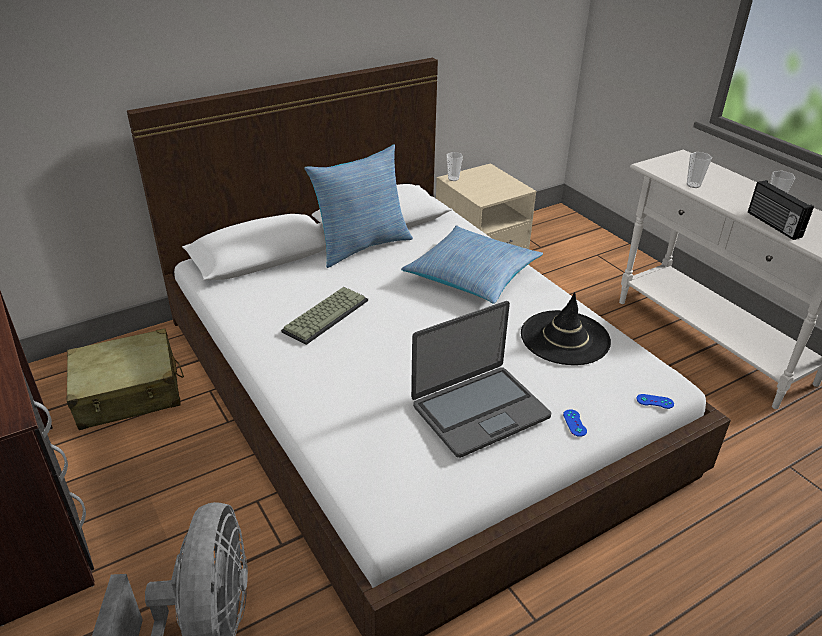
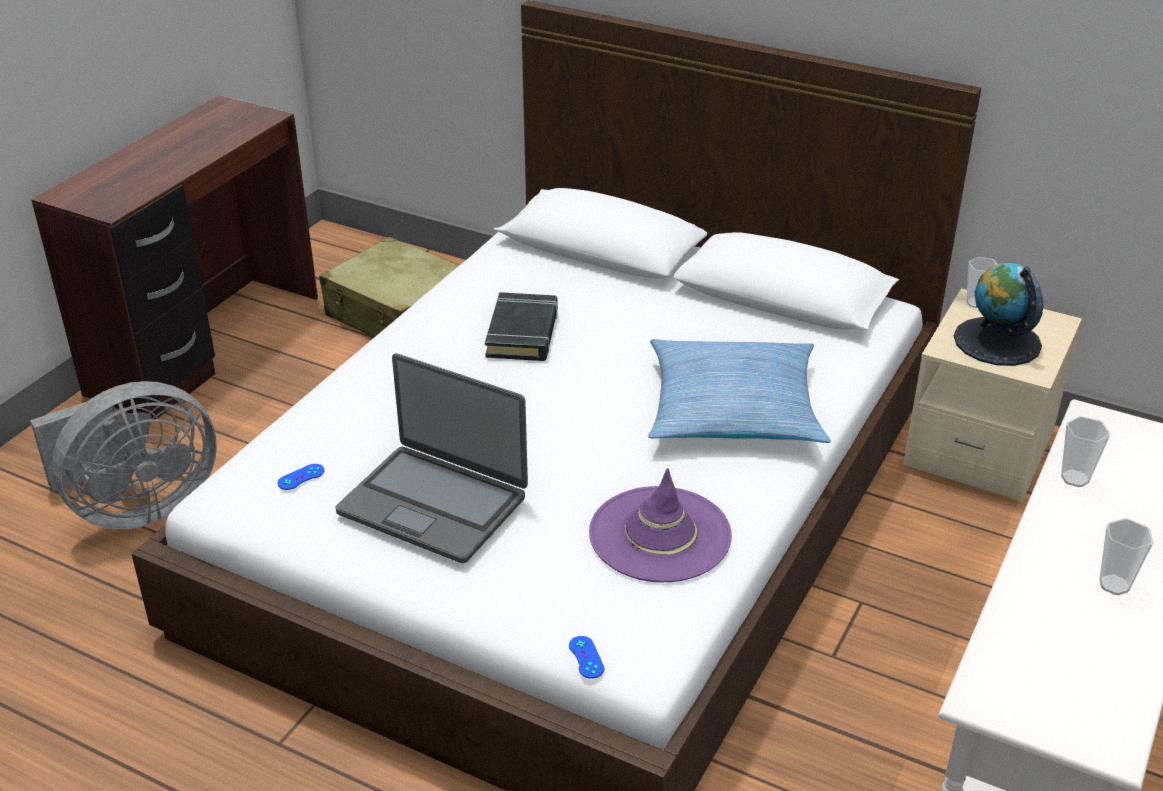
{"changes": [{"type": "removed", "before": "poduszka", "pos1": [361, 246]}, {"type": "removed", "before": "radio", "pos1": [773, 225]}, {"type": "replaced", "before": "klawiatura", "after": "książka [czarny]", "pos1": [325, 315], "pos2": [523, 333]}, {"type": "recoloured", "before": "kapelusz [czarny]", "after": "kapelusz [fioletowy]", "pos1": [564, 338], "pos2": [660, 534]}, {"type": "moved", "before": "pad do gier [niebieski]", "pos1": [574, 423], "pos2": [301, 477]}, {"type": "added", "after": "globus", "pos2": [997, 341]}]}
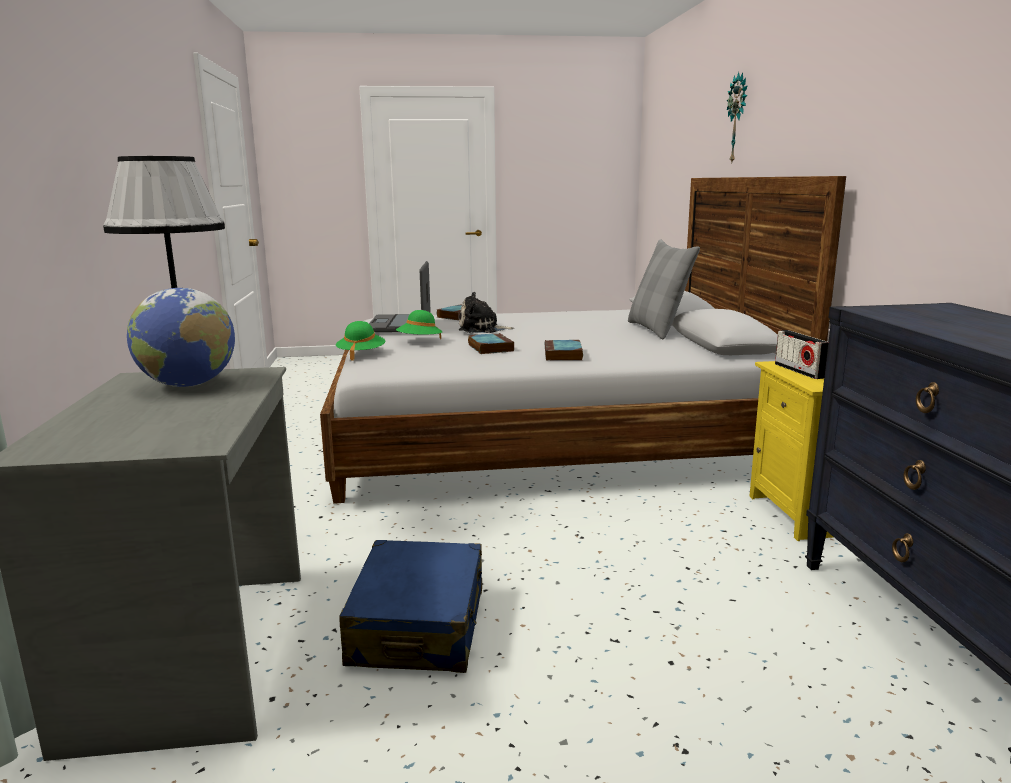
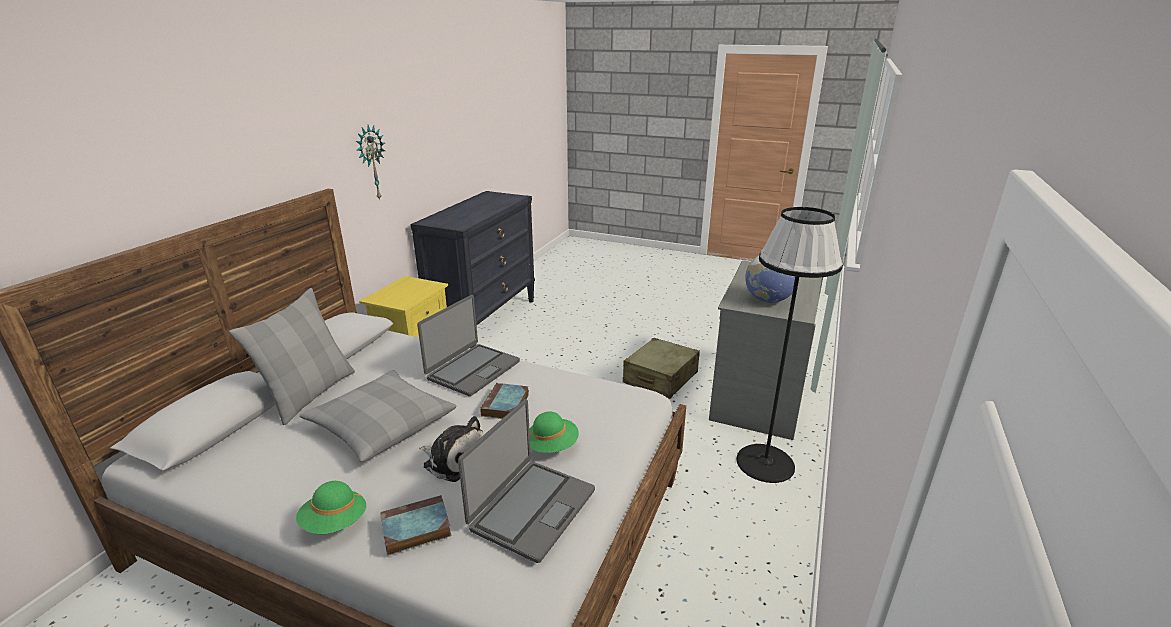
{"changes": [{"type": "moved", "before": "zegar ścienny", "pos1": [738, 118], "pos2": [371, 163]}, {"type": "moved", "before": "kapelusz [zielony]", "pos1": [361, 355], "pos2": [335, 523]}, {"type": "removed", "before": "radio", "pos1": [799, 371]}, {"type": "replaced", "before": "książka", "after": "laptop", "pos1": [563, 355], "pos2": [472, 370]}, {"type": "recoloured", "before": "walizka [niebieski]", "after": "walizka [beżowy]", "pos1": [418, 626], "pos2": [660, 378]}, {"type": "added", "after": "poduszka [szary]", "pos2": [381, 425]}]}
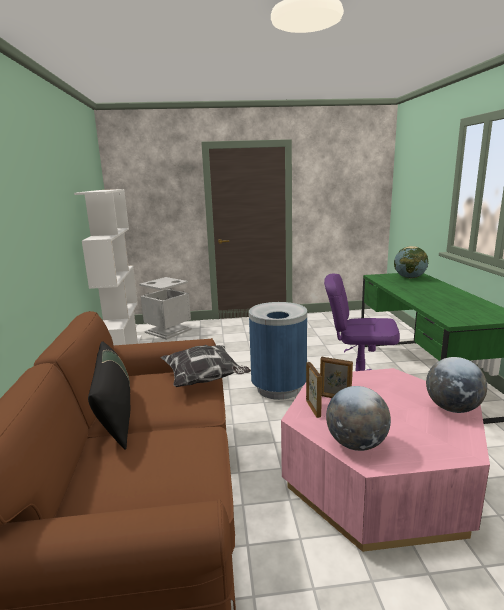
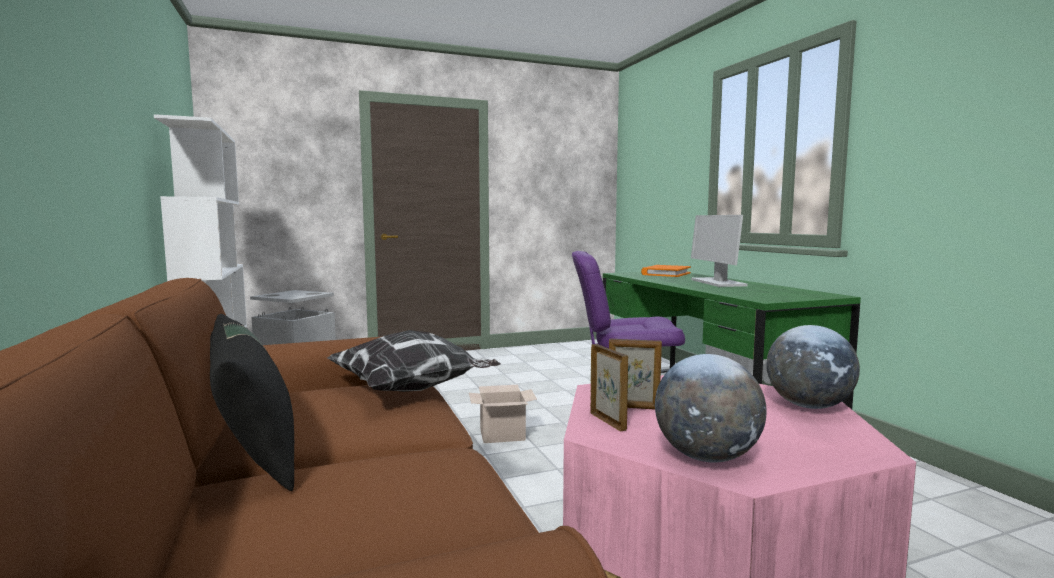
{"changes": [{"type": "replaced", "before": "globus", "after": "książka [pomarańczowy]", "pos1": [409, 277], "pos2": [666, 274]}, {"type": "replaced", "before": "kosz na śmieci [niebieski]", "after": "karton", "pos1": [279, 388], "pos2": [503, 434]}, {"type": "added", "after": "monitor", "pos2": [717, 282]}]}
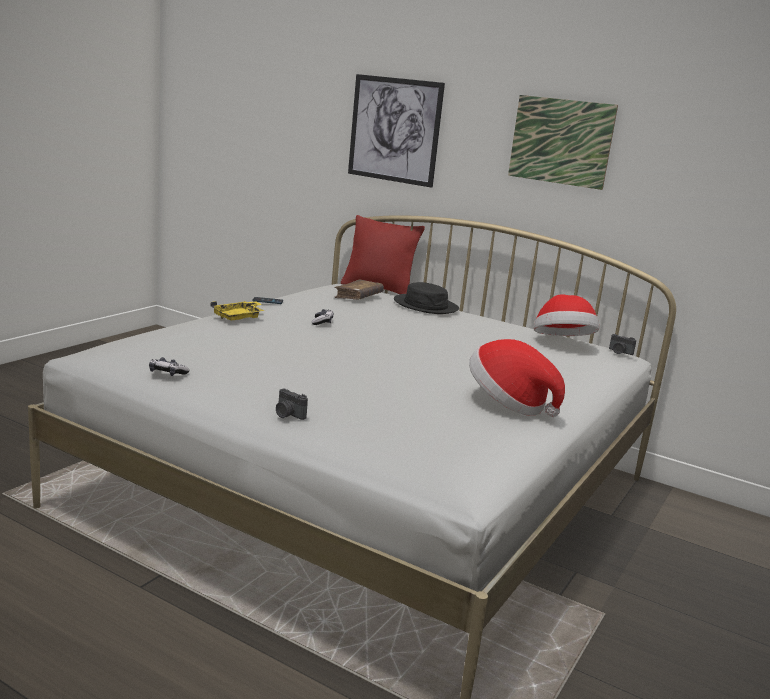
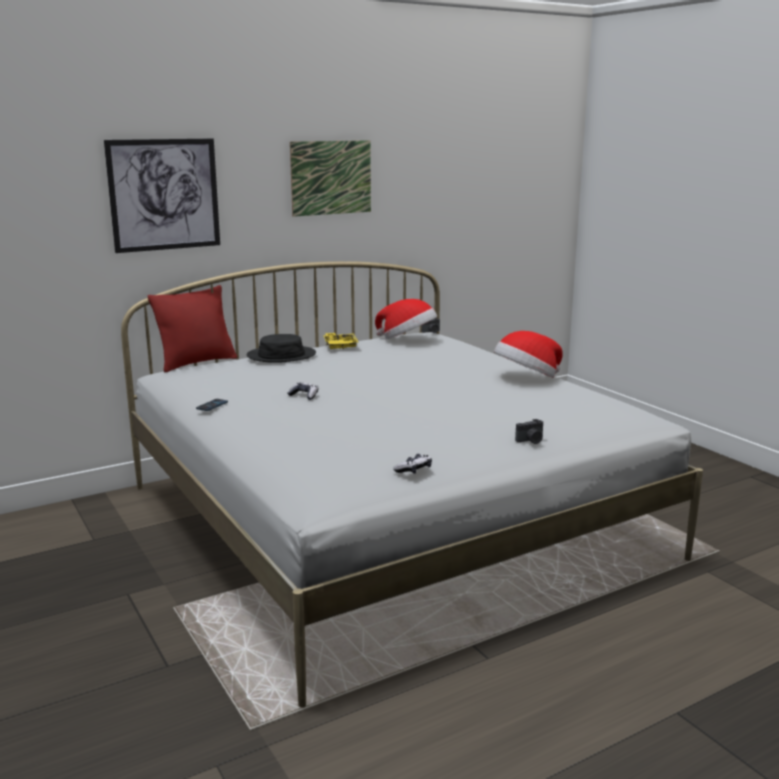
{"changes": [{"type": "removed", "before": "książka [brązowy]", "pos1": [358, 297]}, {"type": "moved", "before": "taca [żółty]", "pos1": [239, 317], "pos2": [340, 346]}]}
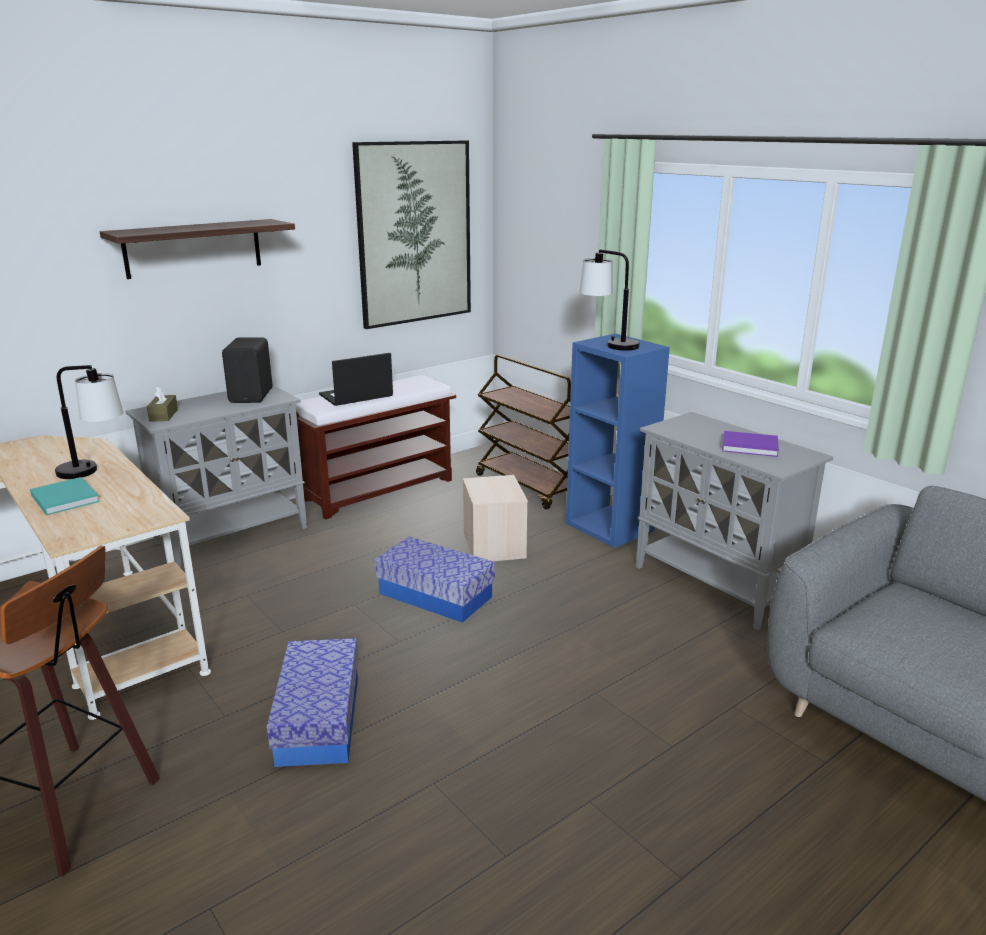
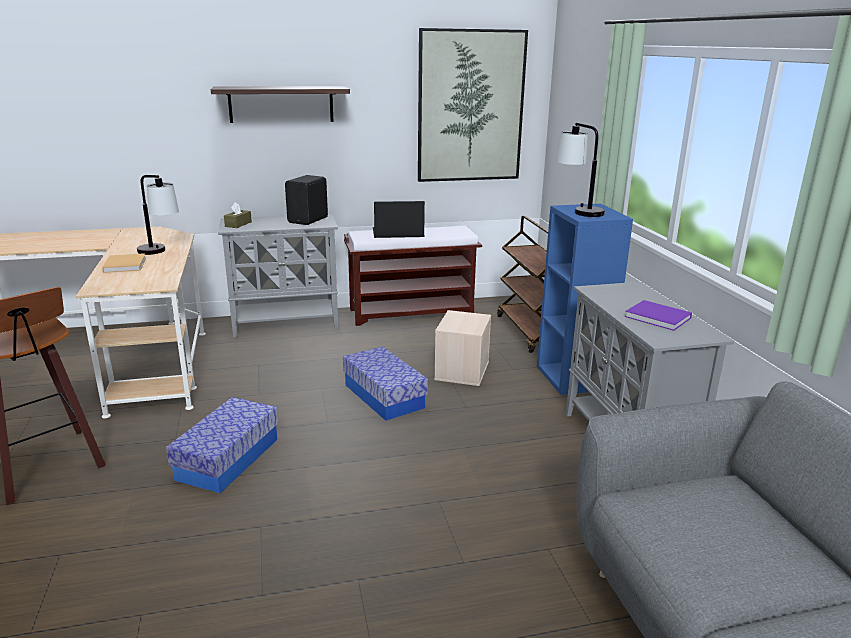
{"changes": [{"type": "recoloured", "before": "książka [turkusowy]", "after": "książka [beżowy]", "pos1": [64, 498], "pos2": [125, 264]}]}
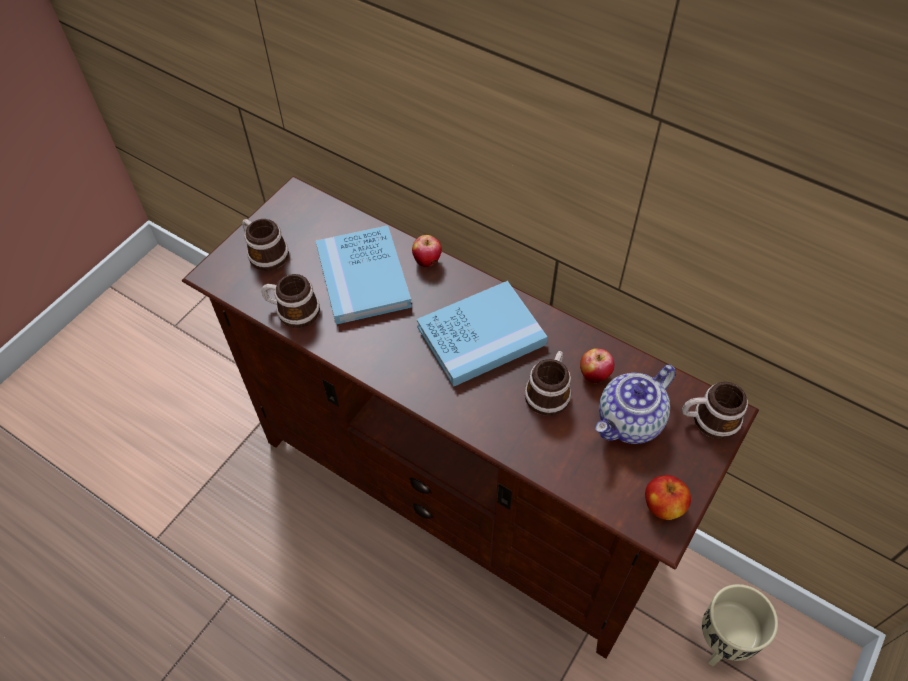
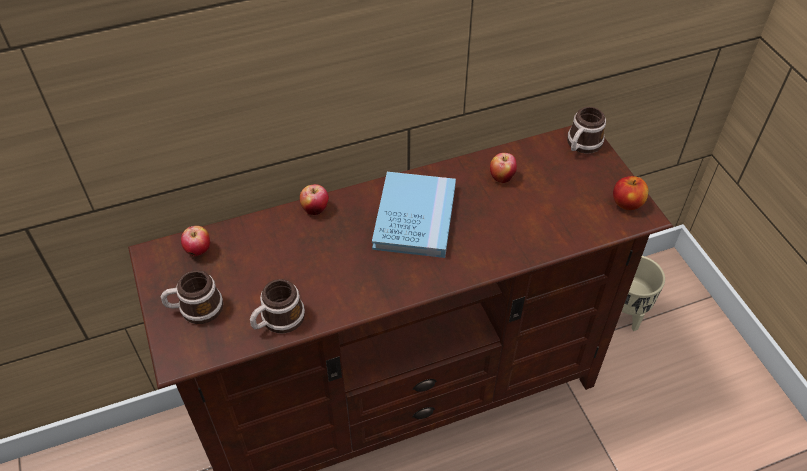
{"changes": [{"type": "removed", "before": "książka [niebieski]", "pos1": [363, 277]}, {"type": "removed", "before": "kubek", "pos1": [549, 391]}, {"type": "removed", "before": "imbryk", "pos1": [630, 422]}, {"type": "added", "after": "jabłko", "pos2": [199, 251]}]}
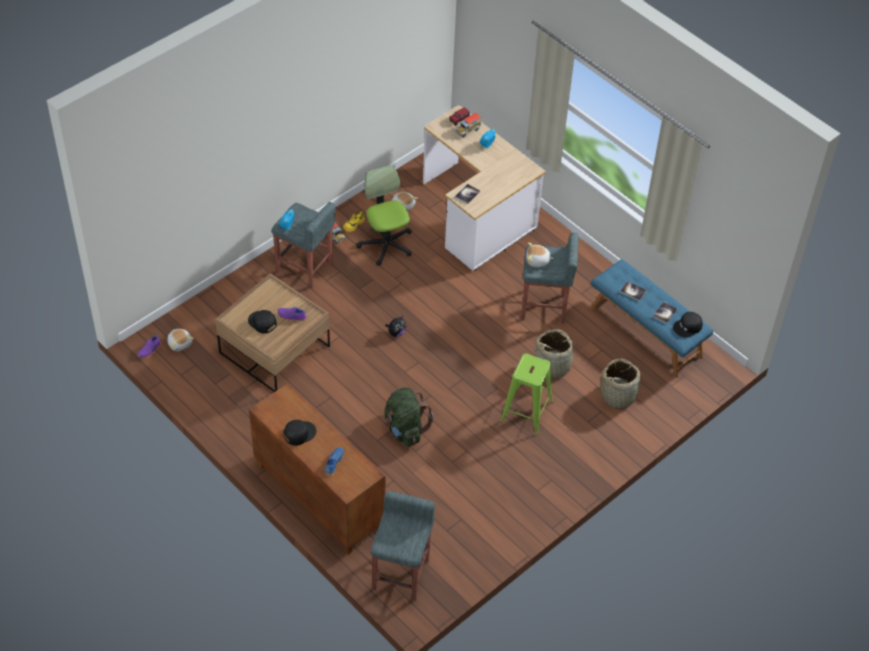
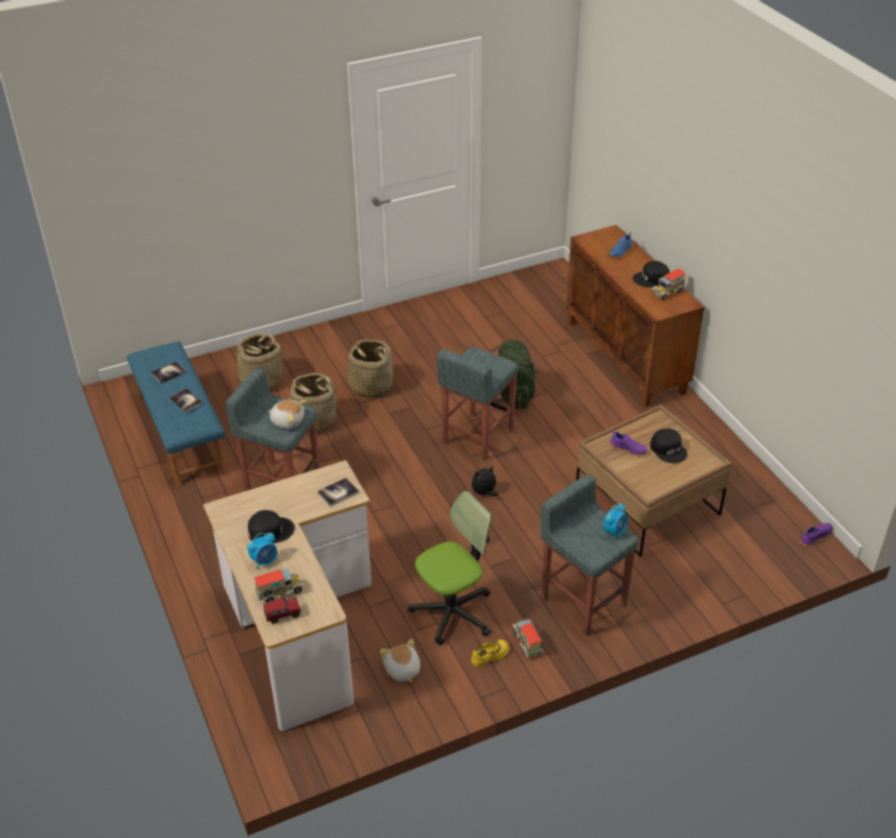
{"changes": [{"type": "turned", "before": "krzesło biurowe", "pos1": [386, 244], "pos2": [452, 612], "turn": -120}, {"type": "moved", "before": "czapka z daszkiem [czarny]", "pos1": [688, 327], "pos2": [270, 530]}, {"type": "removed", "before": "pluszak", "pos1": [180, 343]}, {"type": "replaced", "before": "stołek [zielony]", "after": "koszyk", "pos1": [526, 411], "pos2": [370, 386]}, {"type": "moved", "before": "stołek [szary]", "pos1": [401, 574], "pos2": [477, 437]}, {"type": "added", "after": "ciężarówka zabawkowa", "pos2": [667, 293]}]}
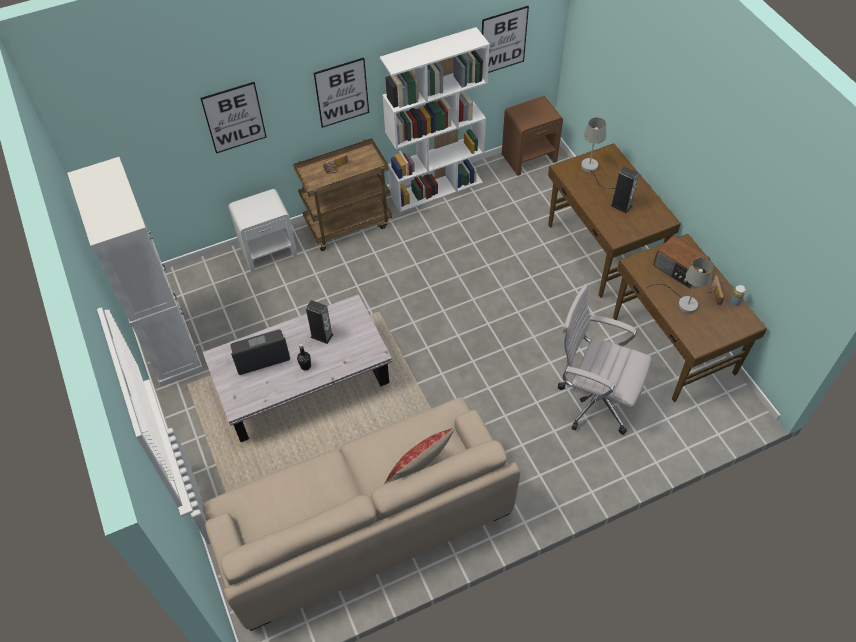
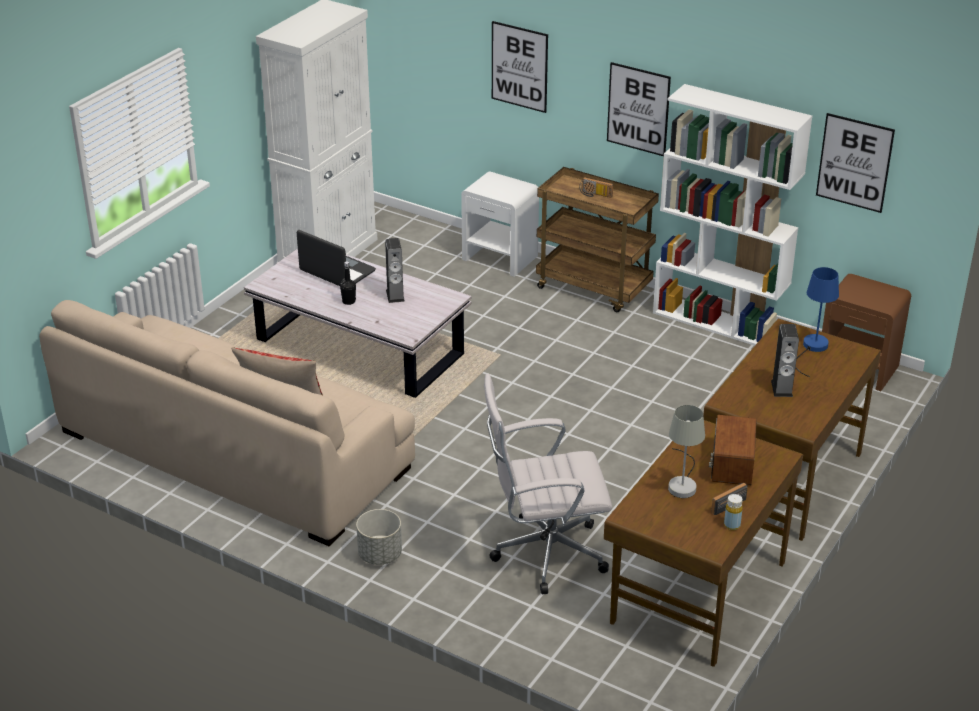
{"changes": [{"type": "recoloured", "before": "lampa stołowa [szary]", "after": "lampa stołowa [niebieski]", "pos1": [592, 170], "pos2": [812, 349]}, {"type": "turned", "before": "krzesło biurowe [biały]", "pos1": [593, 400], "pos2": [544, 554], "turn": -90}, {"type": "added", "after": "donica [szary]", "pos2": [379, 555]}]}
